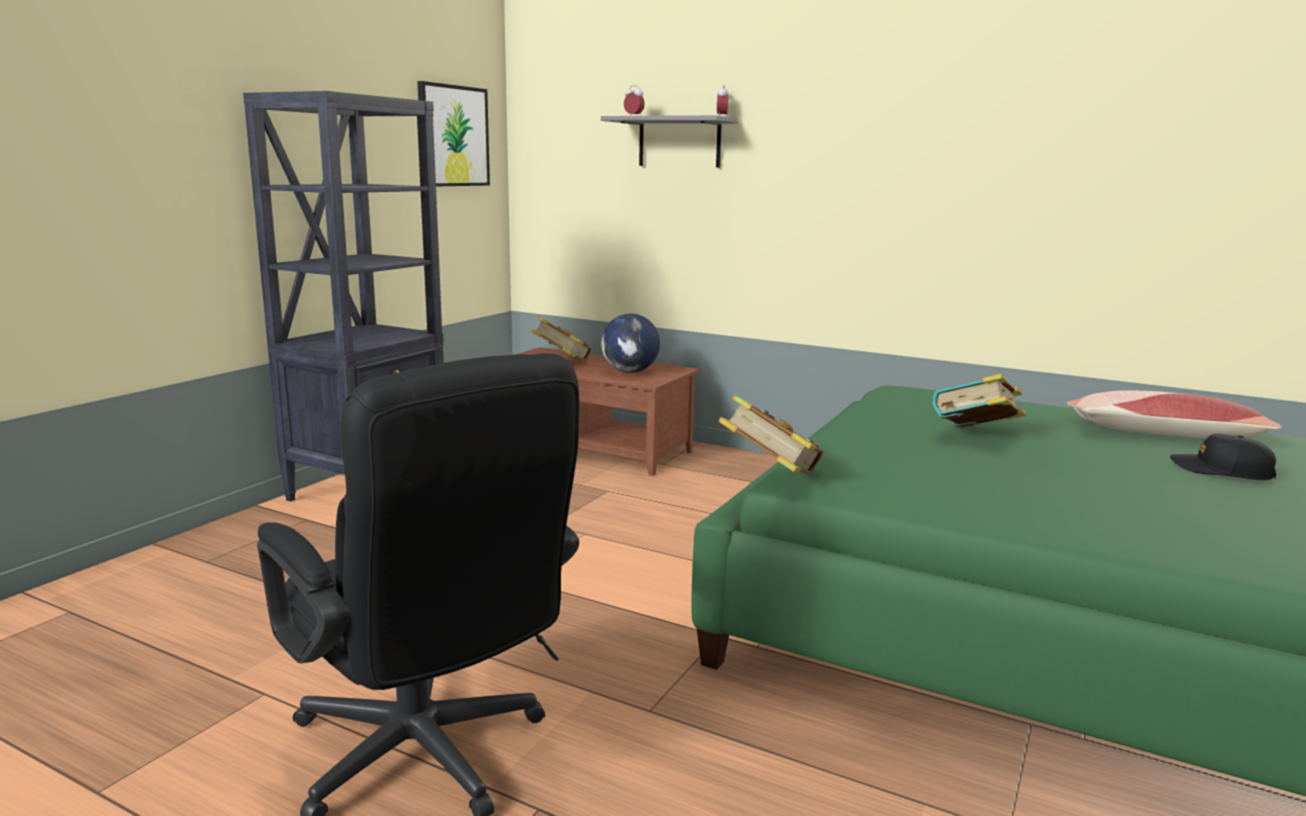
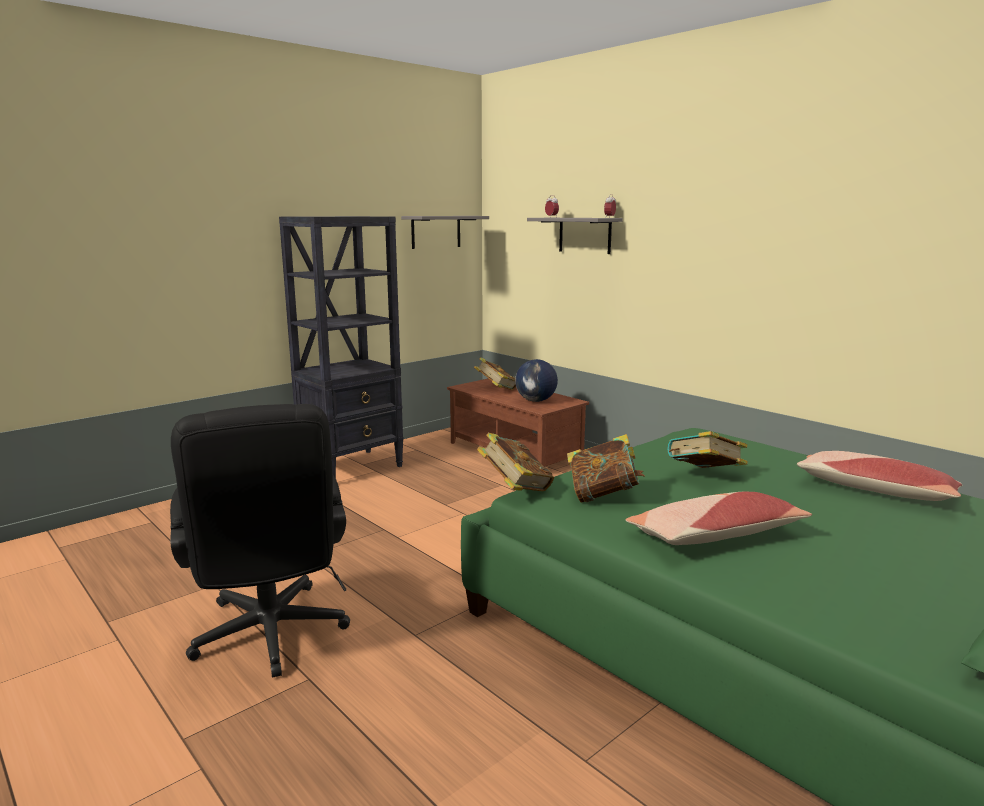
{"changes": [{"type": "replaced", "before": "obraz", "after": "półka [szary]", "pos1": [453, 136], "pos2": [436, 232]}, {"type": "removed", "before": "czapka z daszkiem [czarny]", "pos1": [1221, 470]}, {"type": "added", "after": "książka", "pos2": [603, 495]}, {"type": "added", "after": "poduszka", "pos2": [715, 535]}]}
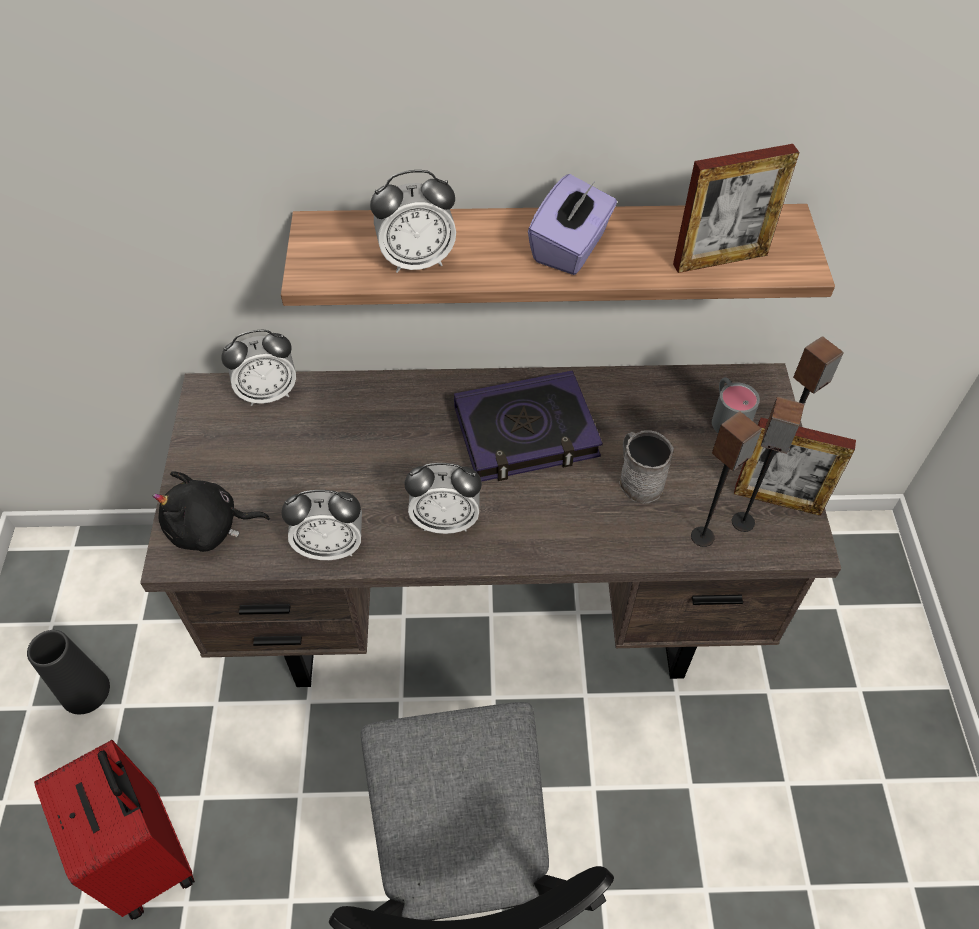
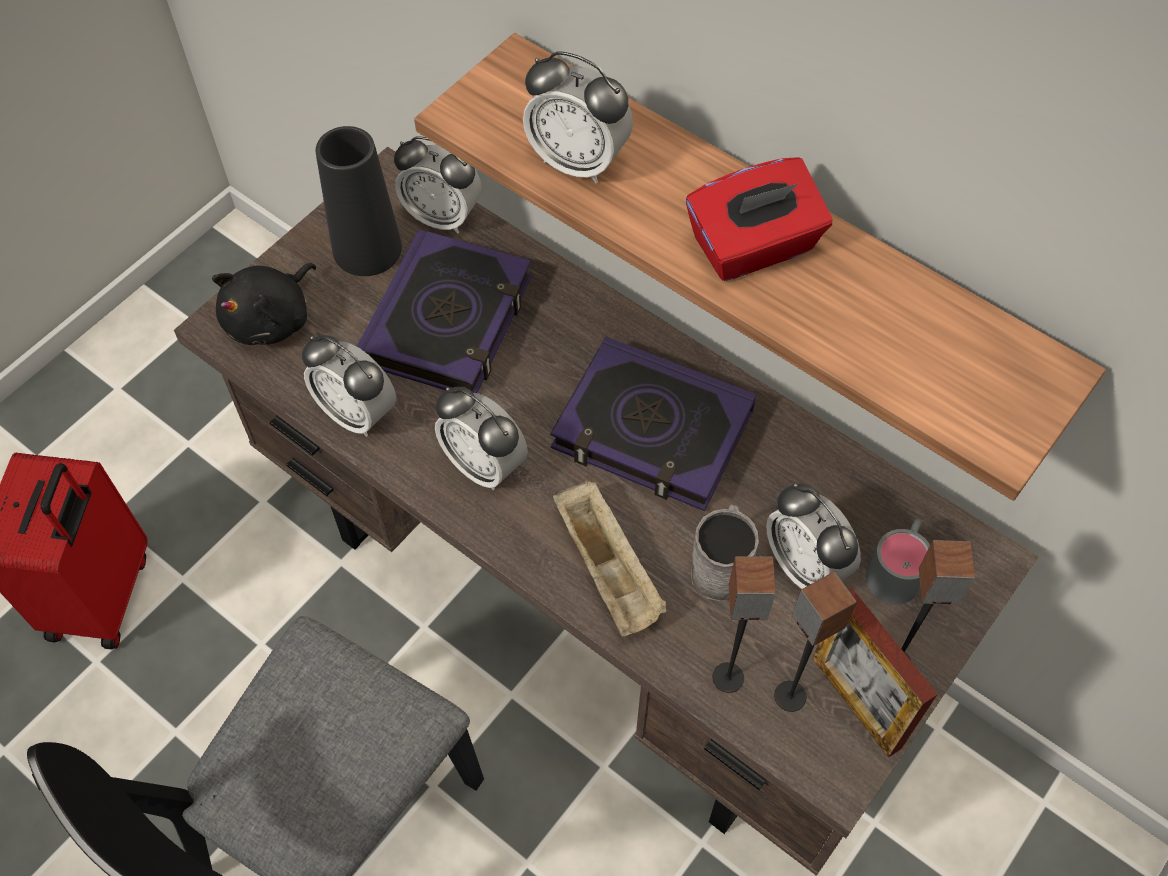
{"changes": [{"type": "removed", "before": "ramka na zdjęcie", "pos1": [720, 259]}, {"type": "recoloured", "before": "pudełko chusteczek [fioletowy]", "after": "pudełko chusteczek [czerwony]", "pos1": [571, 248], "pos2": [754, 247]}, {"type": "turned", "before": "pluszak [czarny]", "pos1": [210, 528], "pos2": [272, 319], "turn": -90}, {"type": "moved", "before": "wazon [czarny]", "pos1": [85, 691], "pos2": [367, 249]}, {"type": "added", "after": "książka", "pos2": [448, 321]}, {"type": "added", "after": "taca [beżowy]", "pos2": [609, 570]}, {"type": "added", "after": "budzik", "pos2": [805, 565]}]}
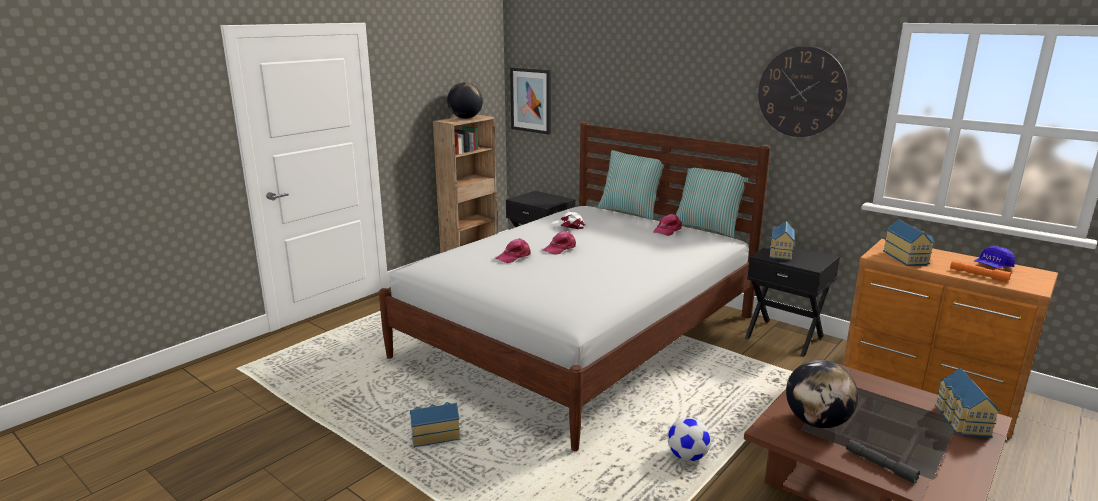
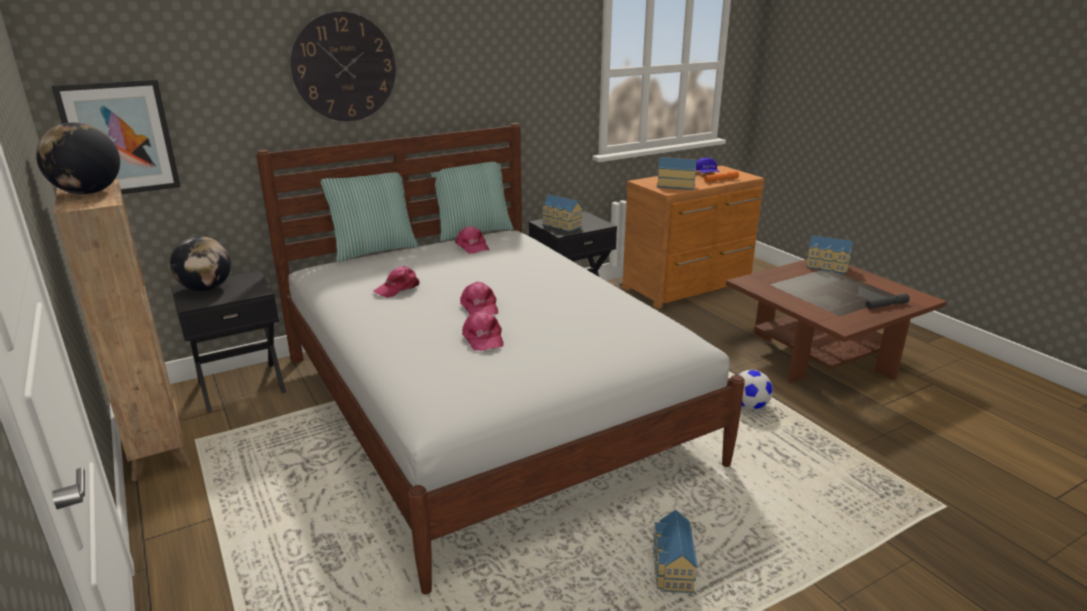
{"changes": [{"type": "moved", "before": "zegar ścienny", "pos1": [801, 92], "pos2": [344, 67]}, {"type": "recoloured", "before": "czapka z daszkiem [biały]", "after": "czapka z daszkiem [różowy]", "pos1": [568, 226], "pos2": [398, 288]}, {"type": "moved", "before": "globus", "pos1": [816, 422], "pos2": [206, 289]}]}
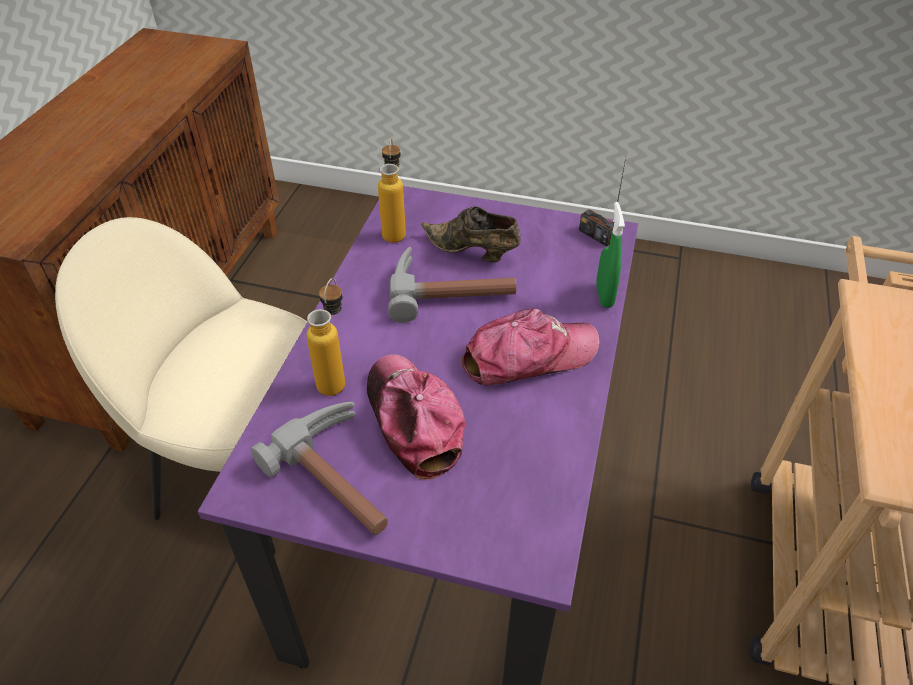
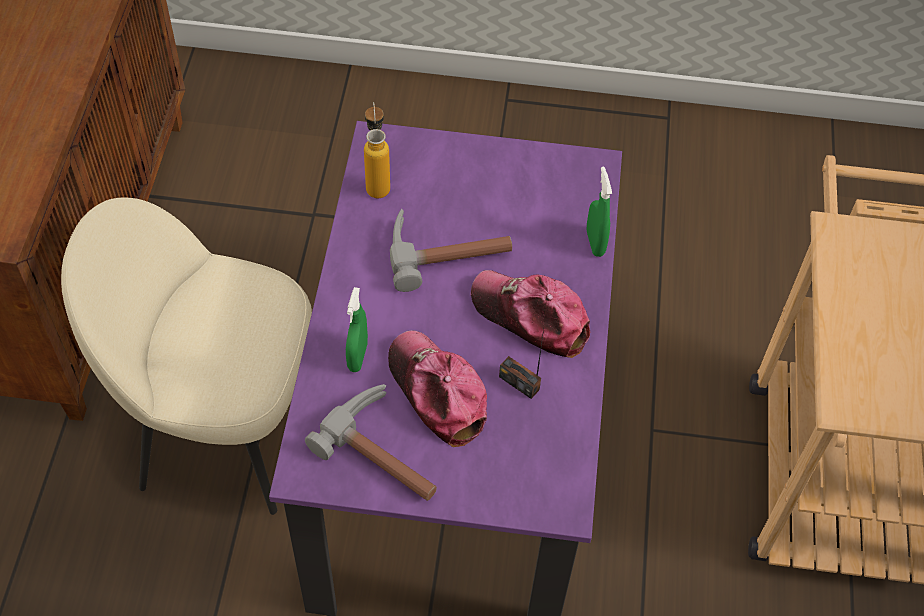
{"changes": [{"type": "moved", "before": "radio", "pos1": [596, 235], "pos2": [519, 383]}, {"type": "removed", "before": "but [brązowy]", "pos1": [472, 252]}, {"type": "replaced", "before": "butelka", "after": "spryskiwacz [zielony]", "pos1": [336, 377], "pos2": [357, 356]}, {"type": "turned", "before": "czapka z daszkiem", "pos1": [528, 356], "pos2": [531, 317], "turn": -120}]}
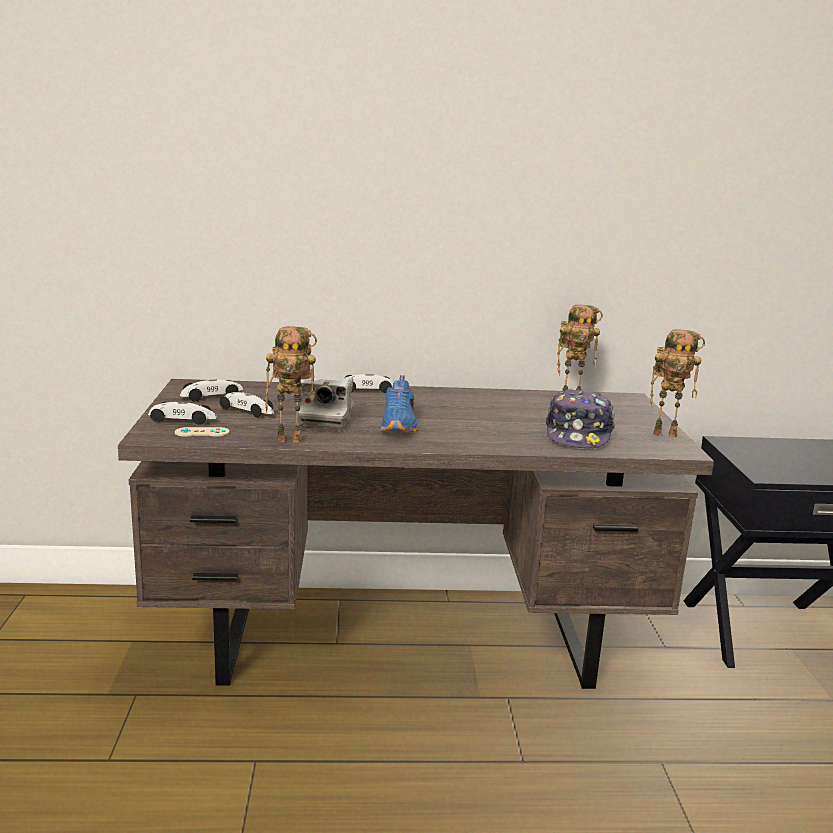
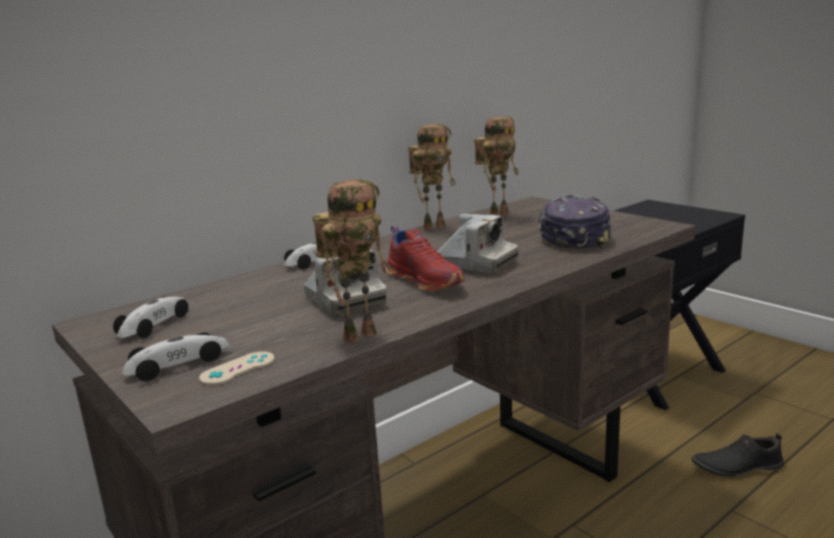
{"changes": [{"type": "moved", "before": "robot zabawkowy", "pos1": [666, 434], "pos2": [434, 226]}, {"type": "recoloured", "before": "but [niebieski]", "after": "but [czerwony]", "pos1": [400, 425], "pos2": [426, 281]}, {"type": "turned", "before": "czapka z daszkiem", "pos1": [578, 434], "pos2": [573, 237], "turn": -150}, {"type": "removed", "before": "samochodzik", "pos1": [248, 411]}, {"type": "added", "after": "aparat fotograficzny", "pos2": [475, 264]}, {"type": "added", "after": "but [czarny]", "pos2": [736, 466]}]}
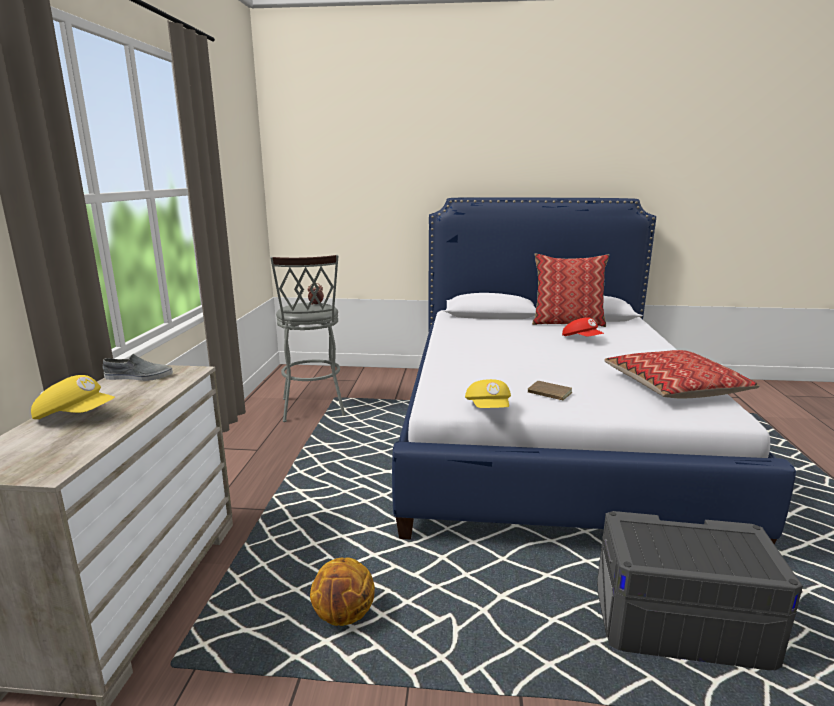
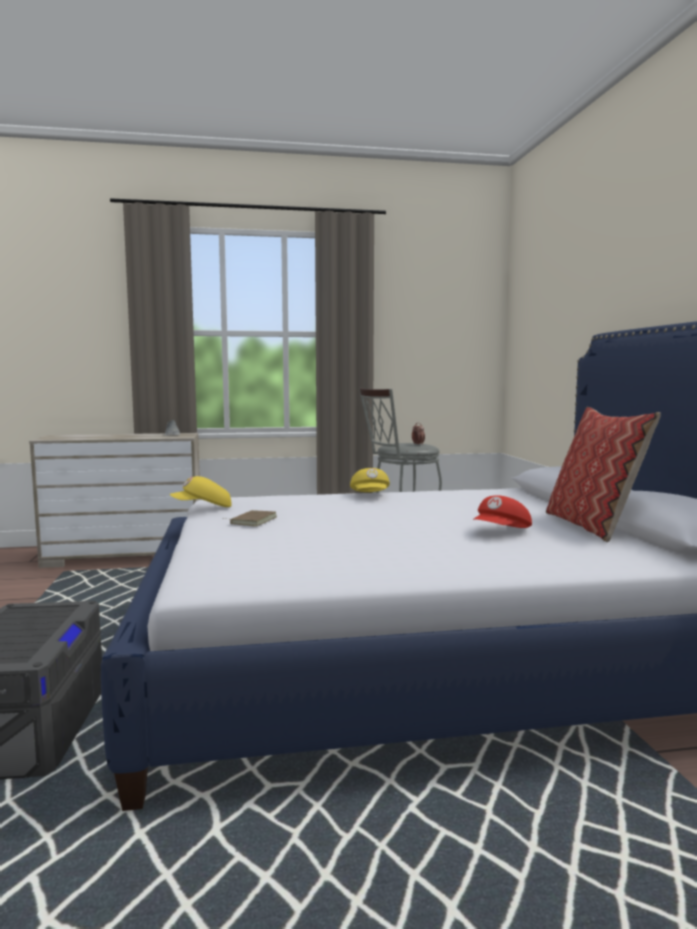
{"changes": [{"type": "removed", "before": "poduszka", "pos1": [675, 386]}, {"type": "moved", "before": "czapka z daszkiem [żółty]", "pos1": [76, 416], "pos2": [371, 496]}, {"type": "removed", "before": "piłka do koszykówki", "pos1": [344, 616]}]}
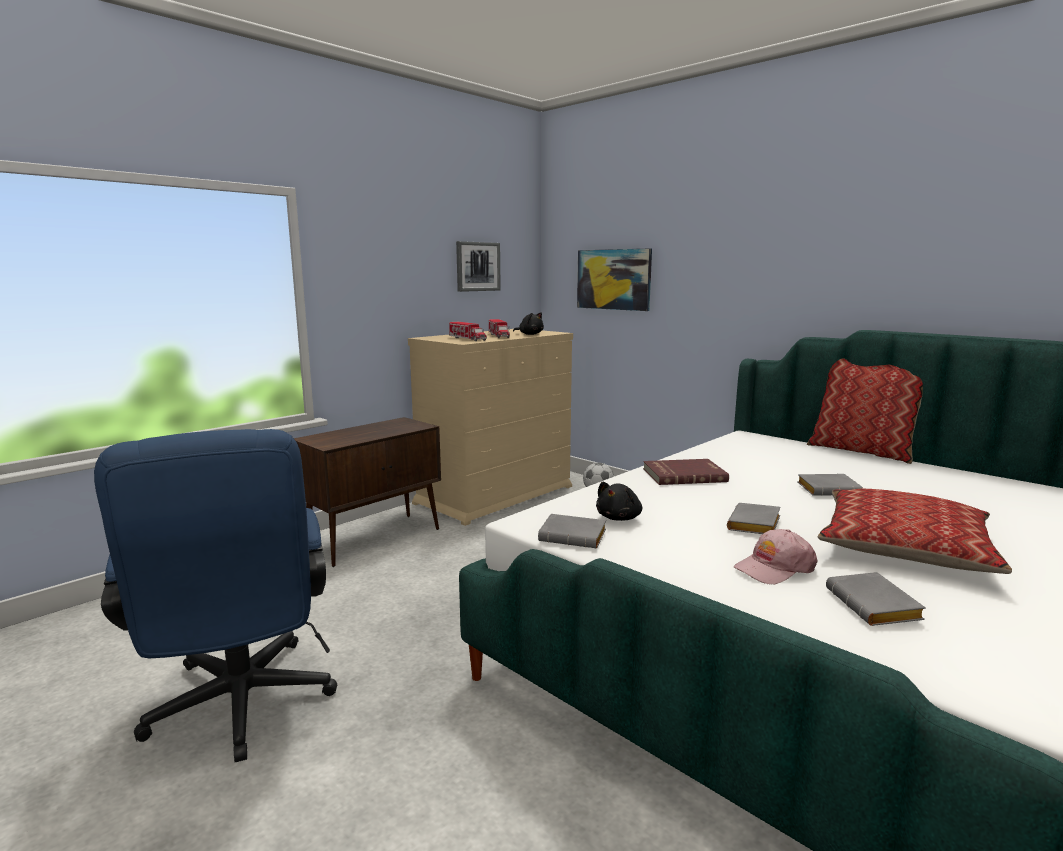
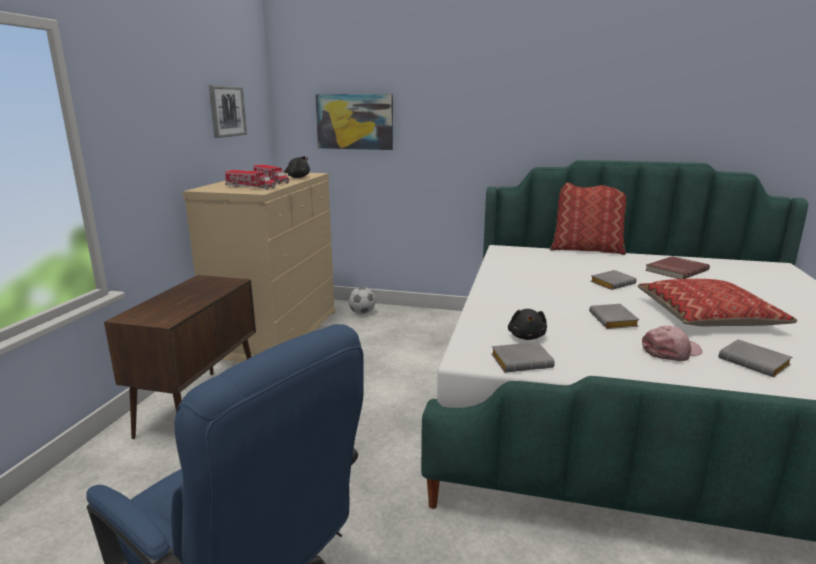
{"changes": [{"type": "moved", "before": "książka [czerwony]", "pos1": [683, 475], "pos2": [675, 270]}, {"type": "turned", "before": "czapka z daszkiem [różowy]", "pos1": [774, 568], "pos2": [671, 351], "turn": -150}]}
